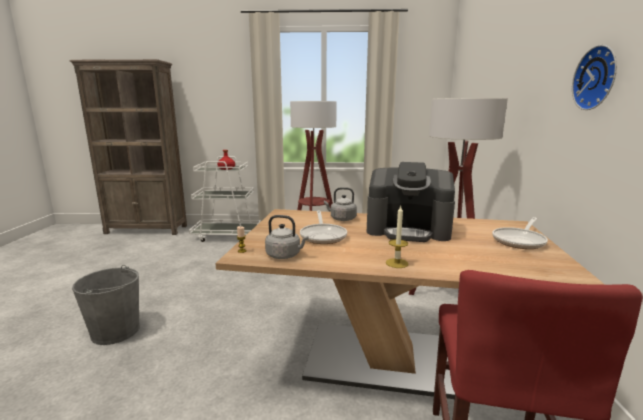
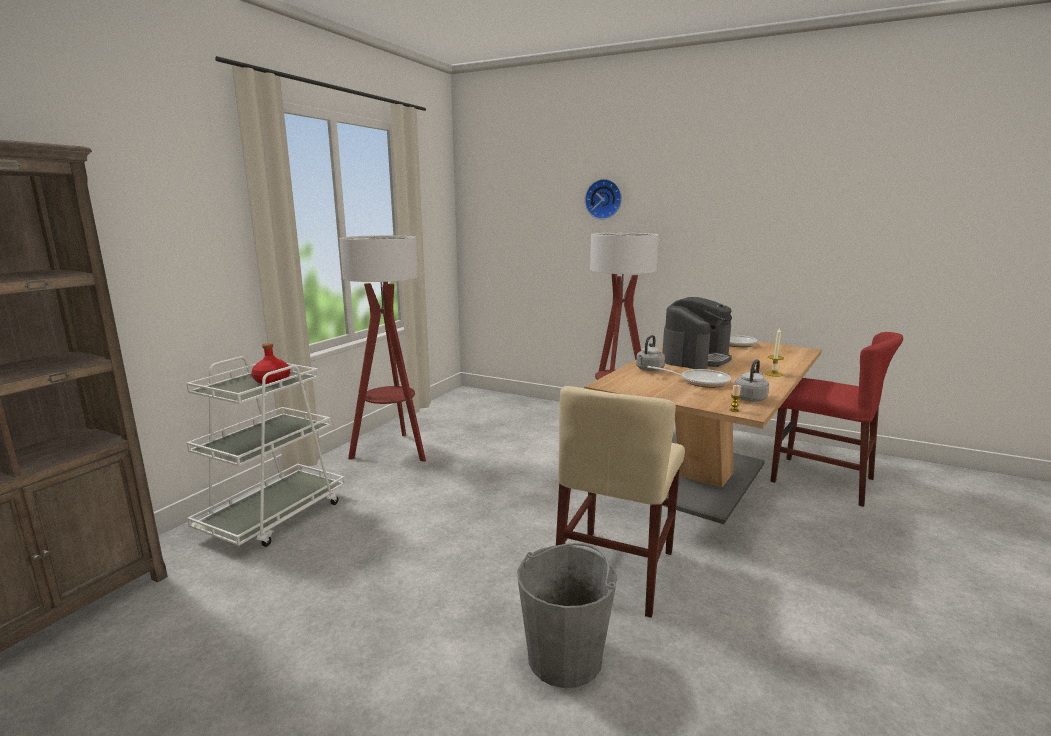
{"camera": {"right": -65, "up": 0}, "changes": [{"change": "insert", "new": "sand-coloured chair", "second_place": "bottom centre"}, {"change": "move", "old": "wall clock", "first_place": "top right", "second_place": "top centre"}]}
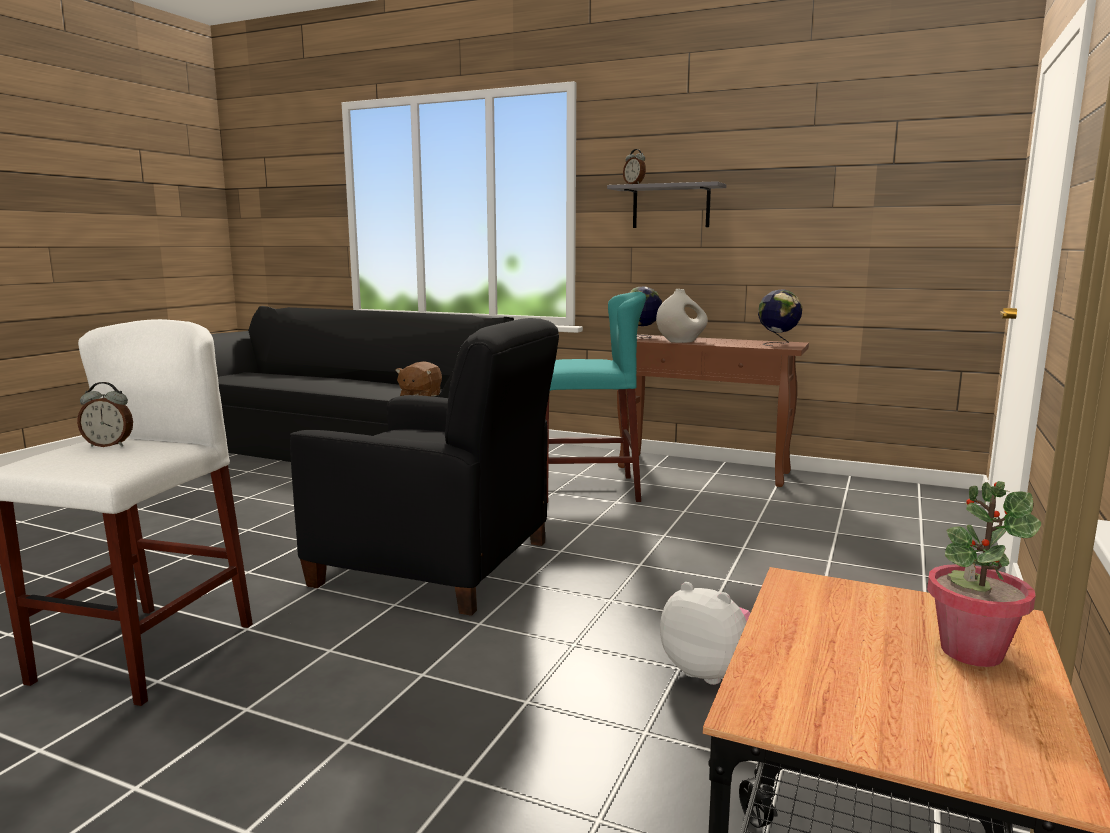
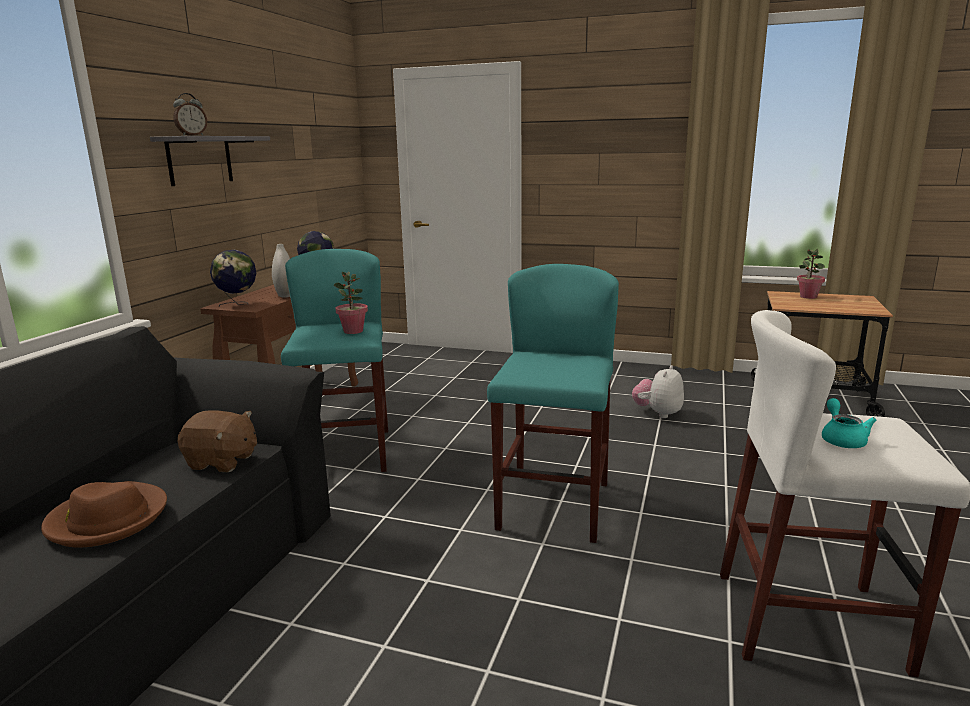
{"camera": {"right": -95, "up": 5}, "changes": [{"change": "insert", "new": "brown wearable hat", "second_place": "bottom left"}, {"change": "insert", "new": "potted plant (1st from left)", "second_place": "centre"}, {"change": "replace", "old": "table clock (1st from left)", "new": "turquoise tea pot", "first_place": "middle left", "second_place": "middle right"}, {"change": "replace", "old": "black armchair", "new": "turquoise stool (2nd from left)", "first_place": "centre", "second_place": "centre"}]}
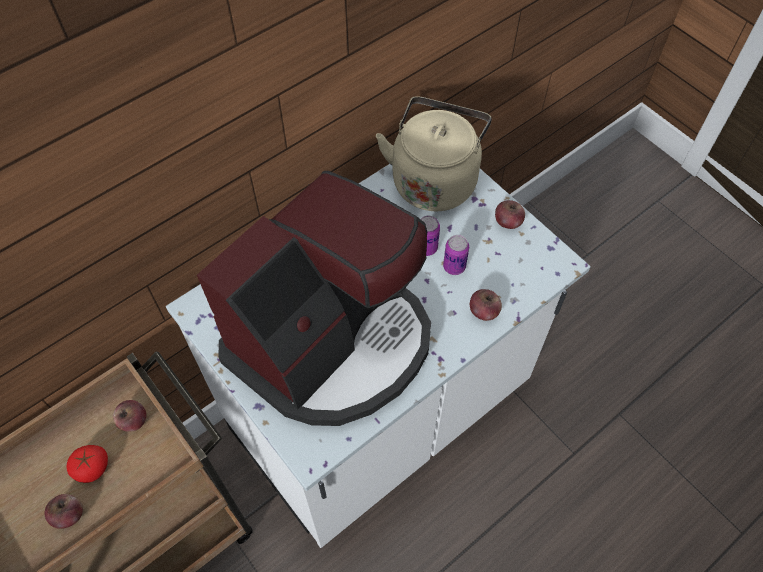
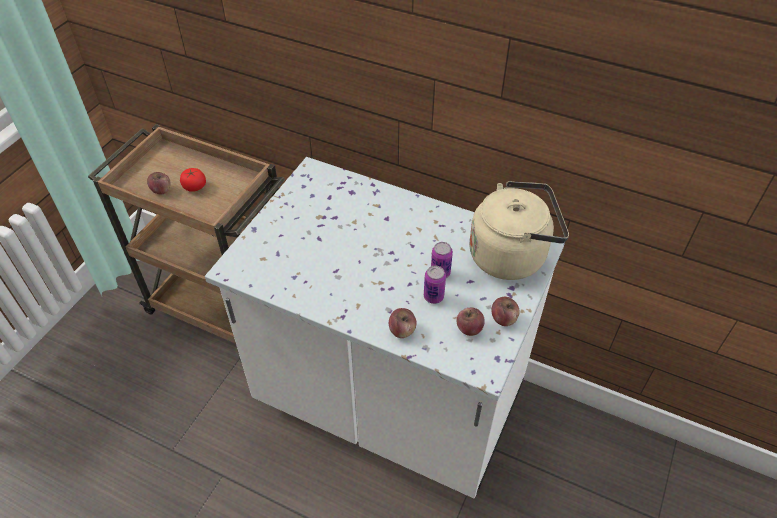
{"camera": {"right": 65, "up": -10}, "changes": [{"change": "delete", "old": "coffee maker", "first_place": "centre"}, {"change": "move", "old": "whole apple (2nd from left in the first image)", "new": "whole apple (3rd from left)", "first_place": "bottom left", "second_place": "centre"}]}
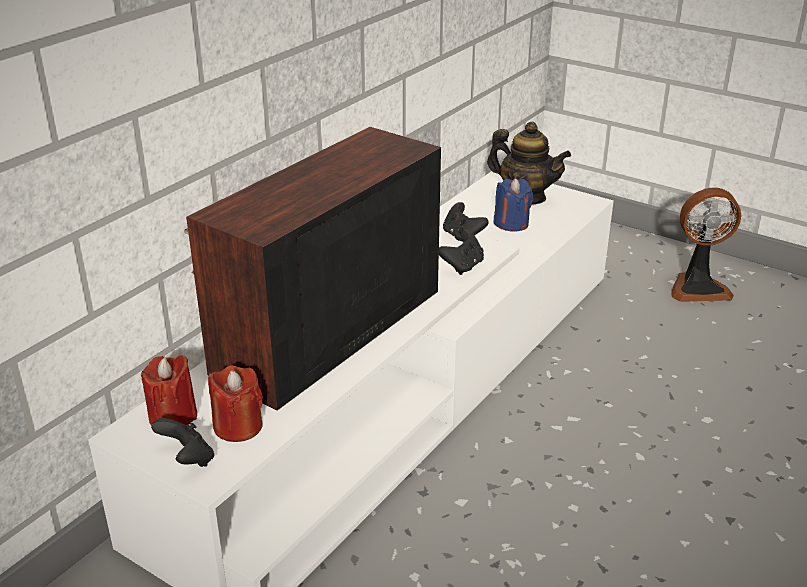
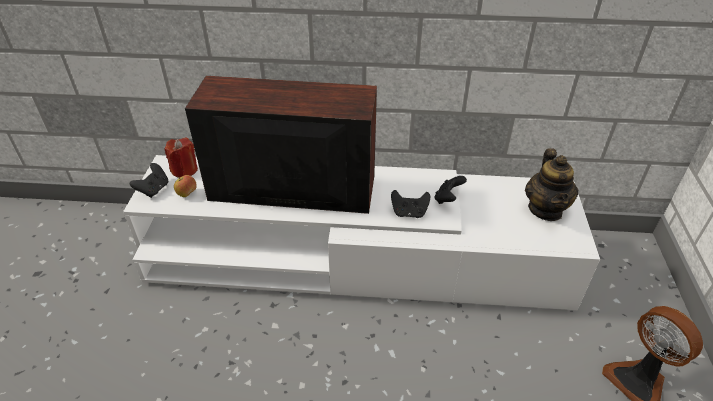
{"camera": {"right": 60, "up": 10}, "changes": [{"change": "delete", "old": "bluish wax light", "first_place": "centre"}, {"change": "replace", "old": "red wax light (2nd from left)", "new": "whole apple", "first_place": "bottom left", "second_place": "middle left"}]}
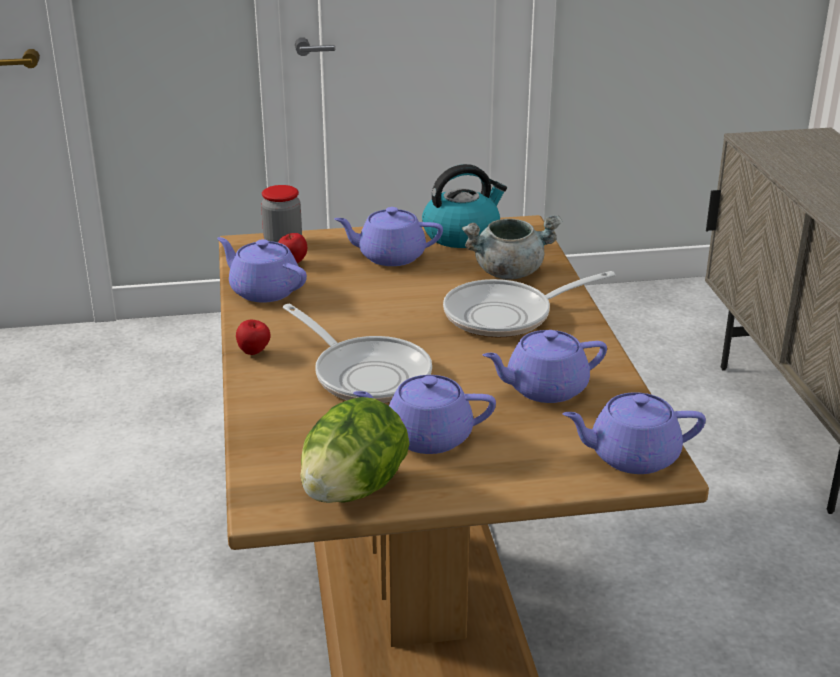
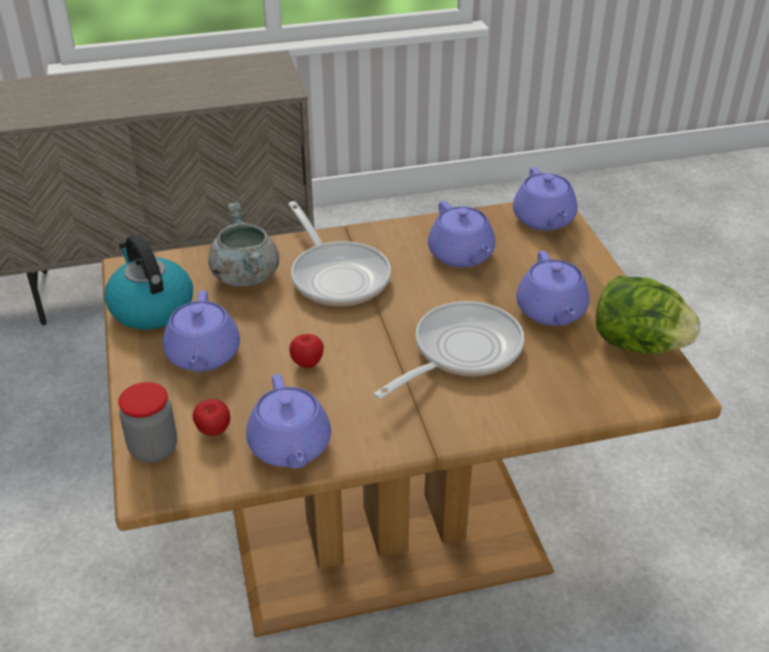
{"camera": {"right": -95, "up": 10}, "changes": [{"change": "move", "old": "whole apple (1st from left in the first image)", "new": "whole apple (2nd from left)", "first_place": "middle left", "second_place": "centre"}, {"change": "rotate", "old": "purplish tea pot (1st from left in the first image)", "first_place": "middle left", "second_place": "centre", "degrees": -45}]}
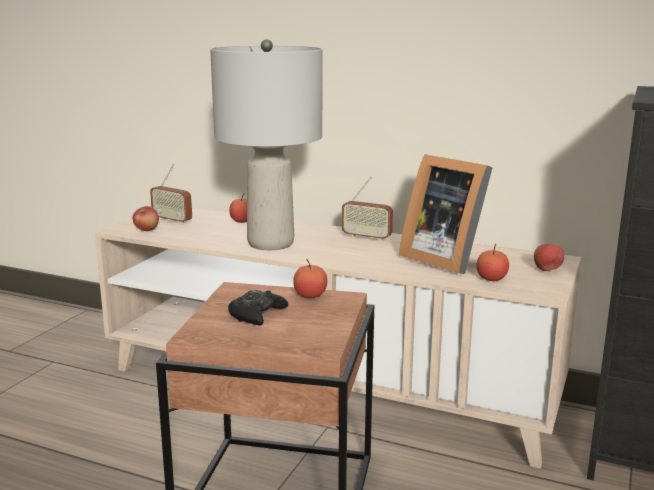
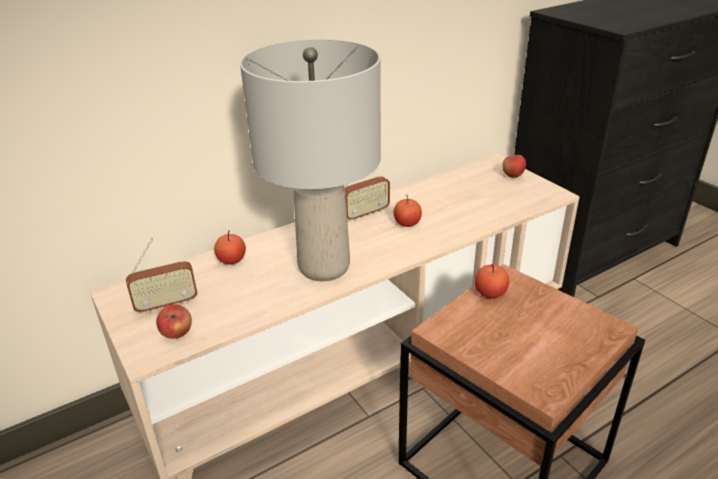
{"camera": {"right": -55, "up": 15}, "changes": [{"change": "delete", "old": "black gamepad", "first_place": "centre"}, {"change": "delete", "old": "picture frame", "first_place": "middle right"}, {"change": "move", "old": "whole apple (4th from left in the first image)", "new": "whole apple (3rd from left)", "first_place": "middle right", "second_place": "centre"}]}
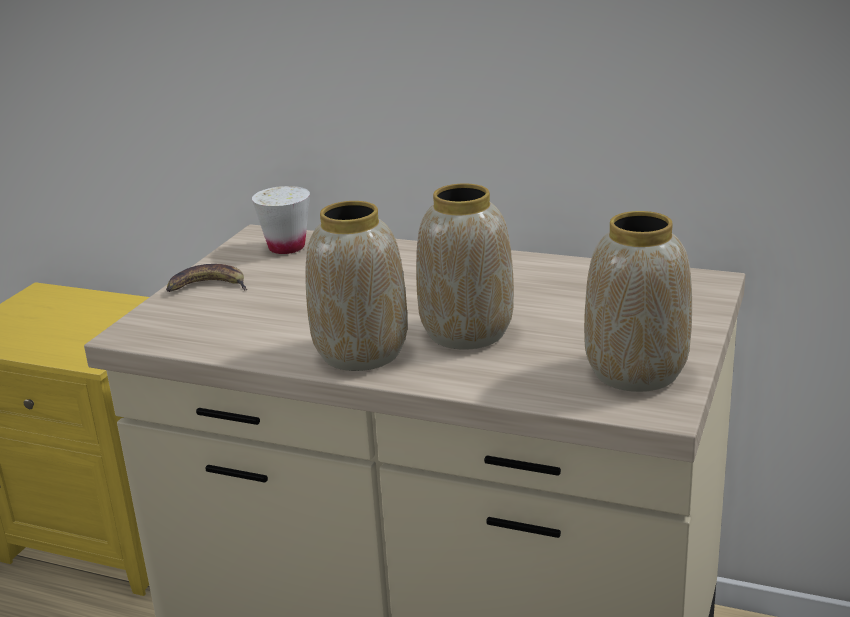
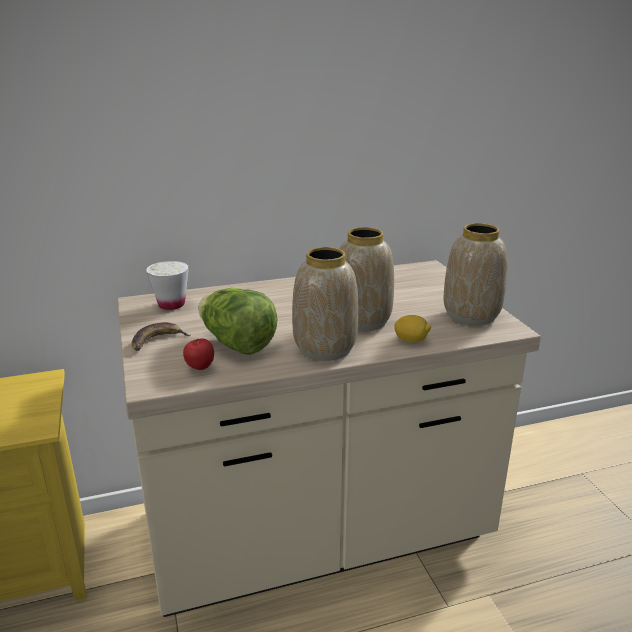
{"camera": {"right": -40, "up": 0}, "changes": [{"change": "insert", "new": "whole apple", "second_place": "middle left"}, {"change": "insert", "new": "head of lettuce", "second_place": "centre"}, {"change": "insert", "new": "citrus fruit", "second_place": "centre"}]}
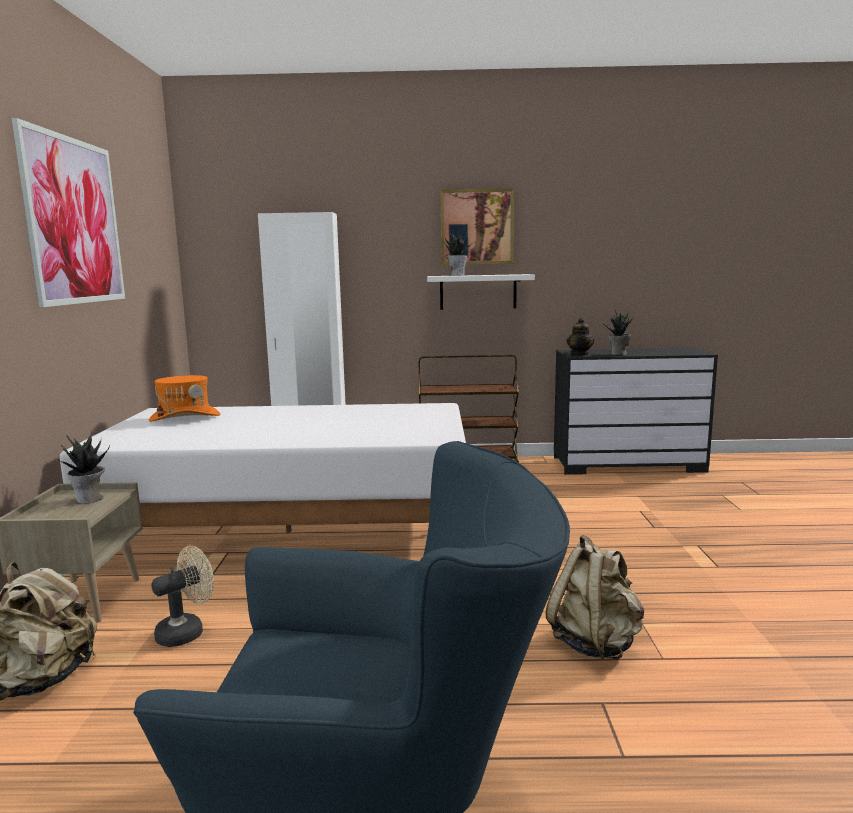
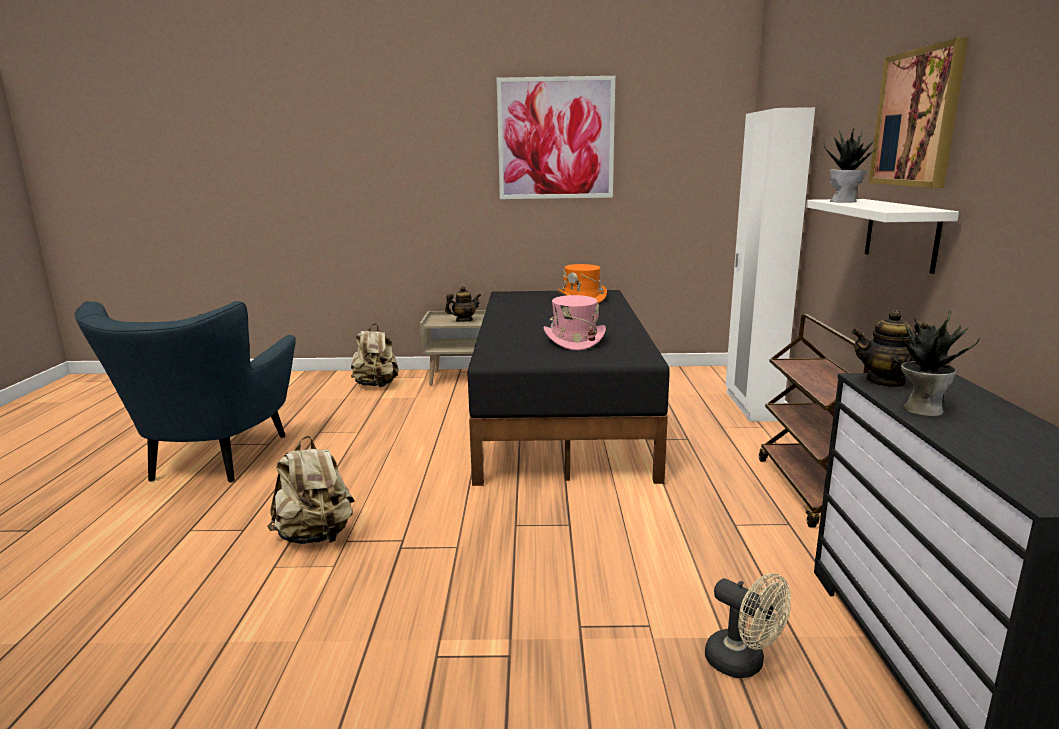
{"camera": {"right": 90, "up": 5}, "changes": [{"change": "insert", "new": "pink-coloured wearable hat", "second_place": "centre"}, {"change": "move", "old": "sand-coloured cooling fan", "first_place": "bottom left", "second_place": "bottom right"}, {"change": "replace", "old": "potted plant (1st from left)", "new": "tea pot (1st from left)", "first_place": "middle left", "second_place": "centre"}, {"change": "recolor", "old": "white-coloured bed", "new": "black bed", "first_place": "middle left", "second_place": "centre"}]}
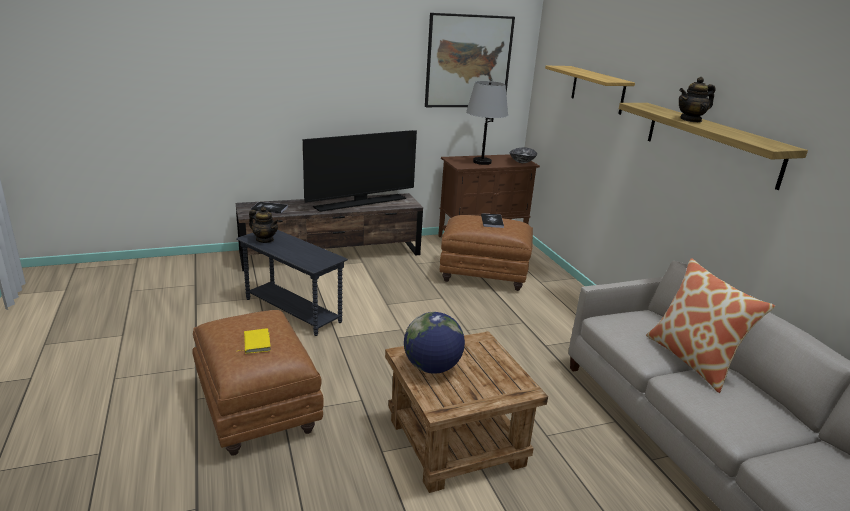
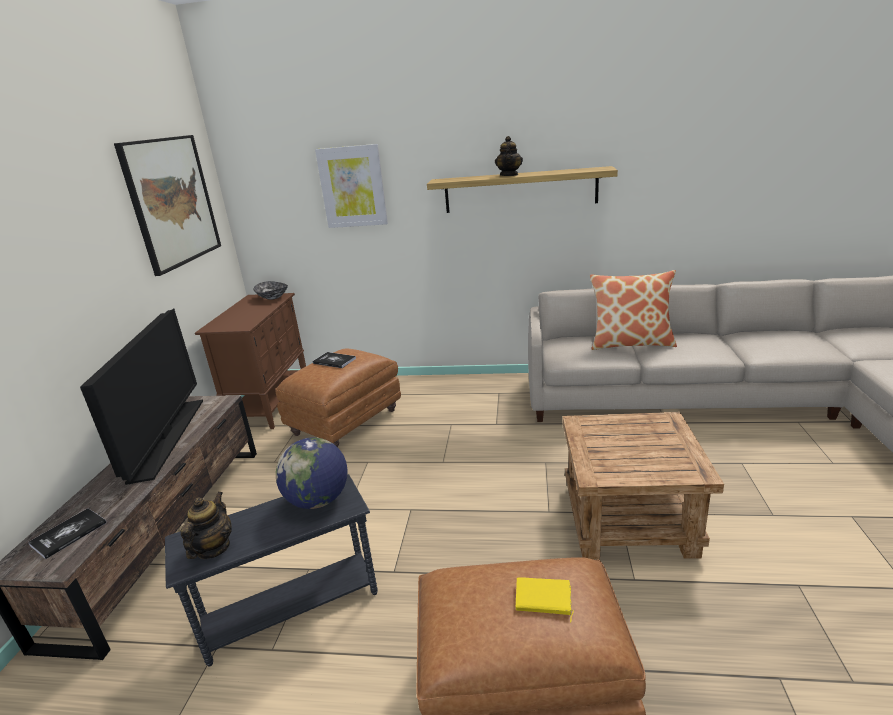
{"camera": {"right": -60, "up": 0}, "changes": [{"change": "delete", "old": "greyish tabletop lamp", "first_place": "top centre"}, {"change": "move", "old": "world globe", "first_place": "bottom centre", "second_place": "centre"}, {"change": "replace", "old": "shelf (1st from left)", "new": "wall picture (2nd from left)", "first_place": "top right", "second_place": "top centre"}, {"change": "rotate", "old": "tea pot (1st from left)", "first_place": "middle left", "second_place": "bottom left", "degrees": -45}]}
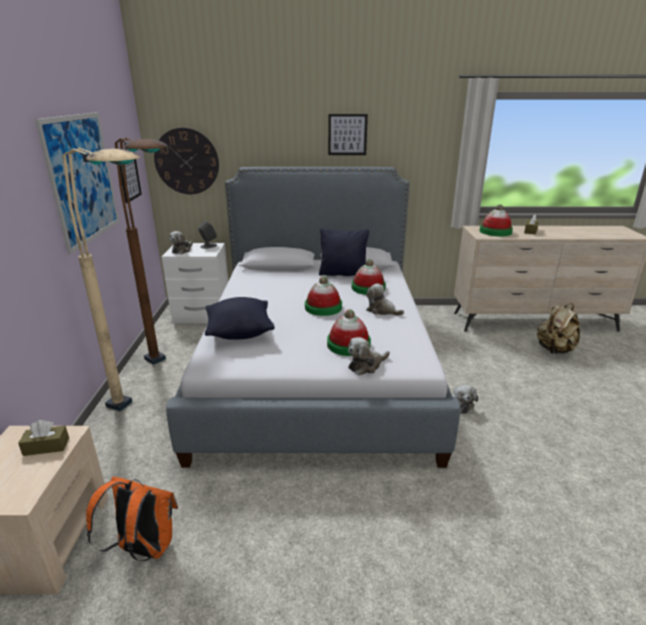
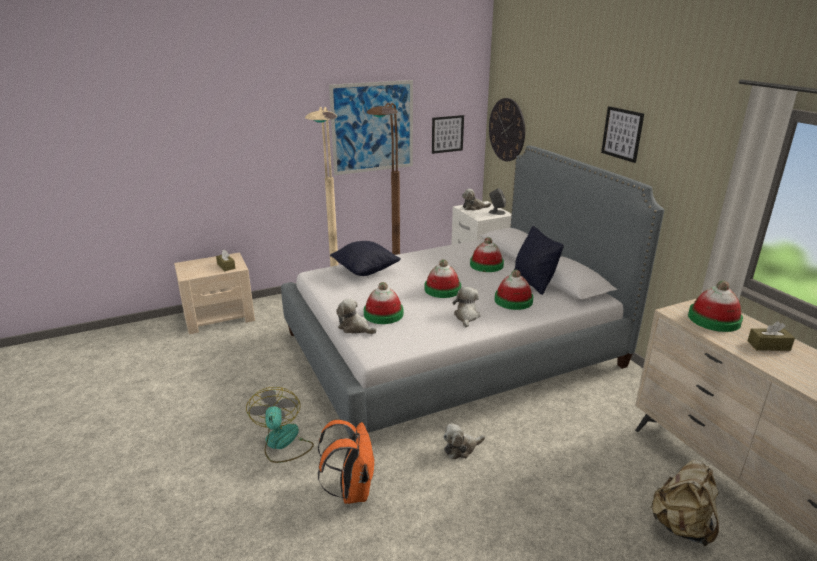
{"camera": {"right": 65, "up": 0}, "changes": [{"change": "insert", "new": "cooling fan", "second_place": "bottom centre"}, {"change": "insert", "new": "wearable hat (3rd from left)", "second_place": "centre"}, {"change": "move", "old": "orange rucksack", "first_place": "bottom left", "second_place": "bottom centre"}]}
